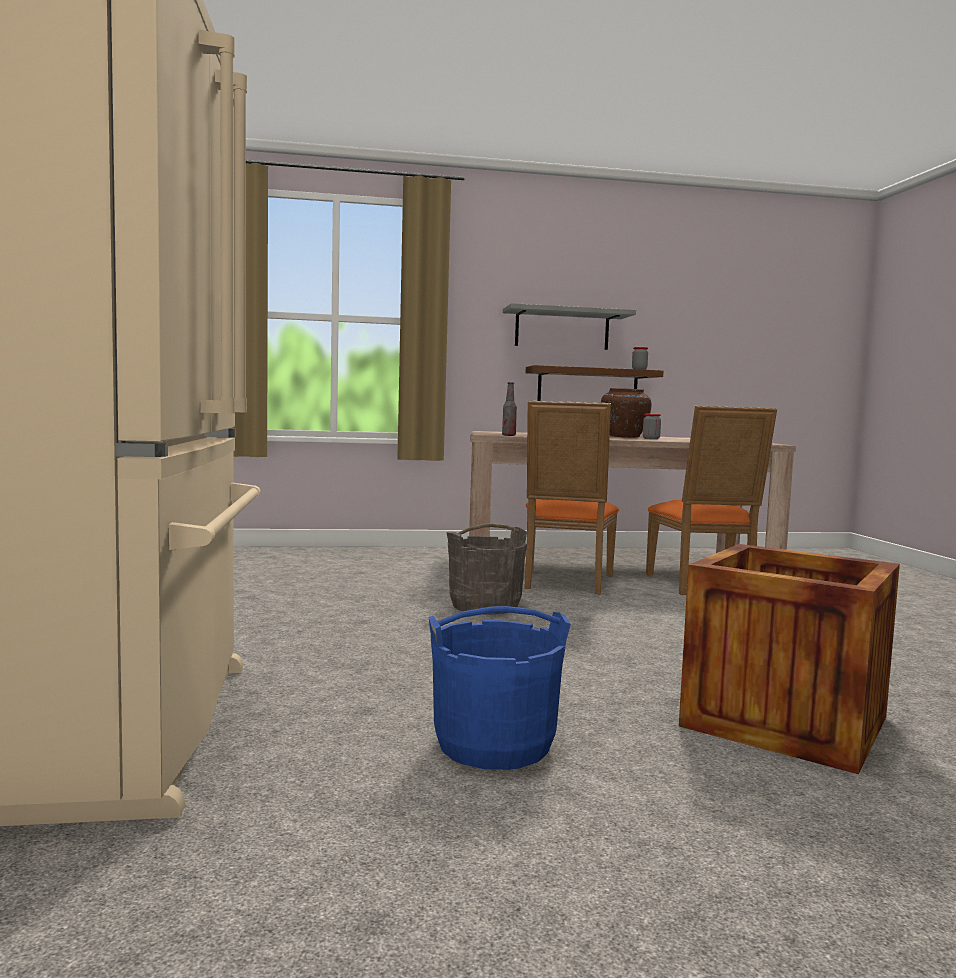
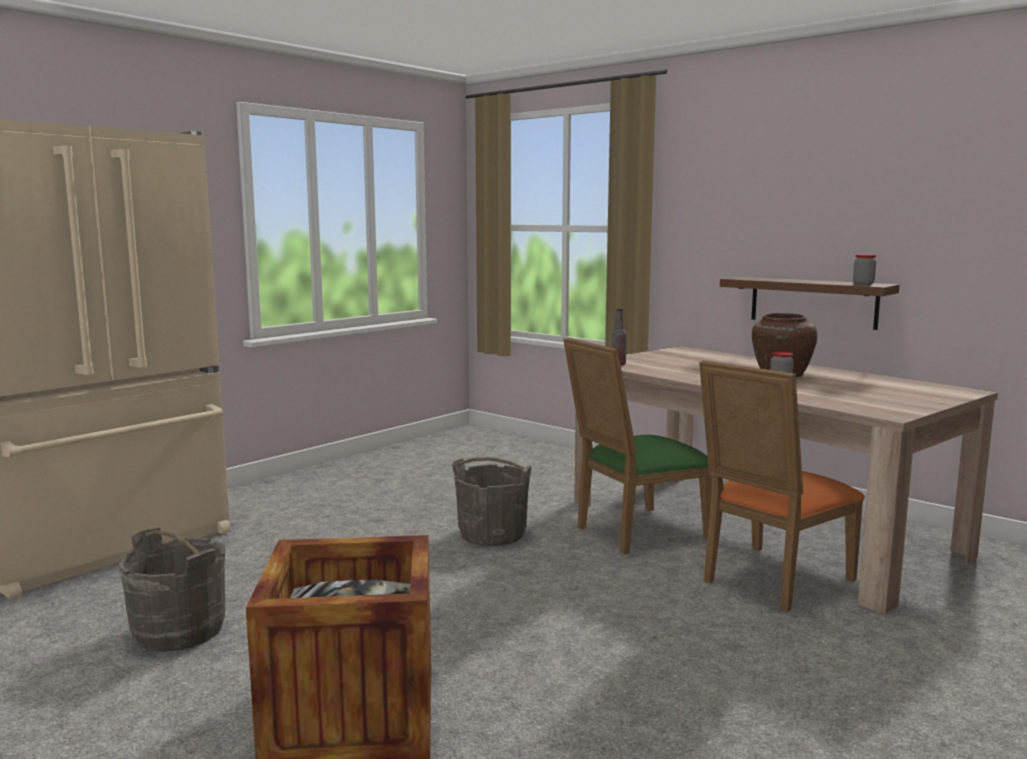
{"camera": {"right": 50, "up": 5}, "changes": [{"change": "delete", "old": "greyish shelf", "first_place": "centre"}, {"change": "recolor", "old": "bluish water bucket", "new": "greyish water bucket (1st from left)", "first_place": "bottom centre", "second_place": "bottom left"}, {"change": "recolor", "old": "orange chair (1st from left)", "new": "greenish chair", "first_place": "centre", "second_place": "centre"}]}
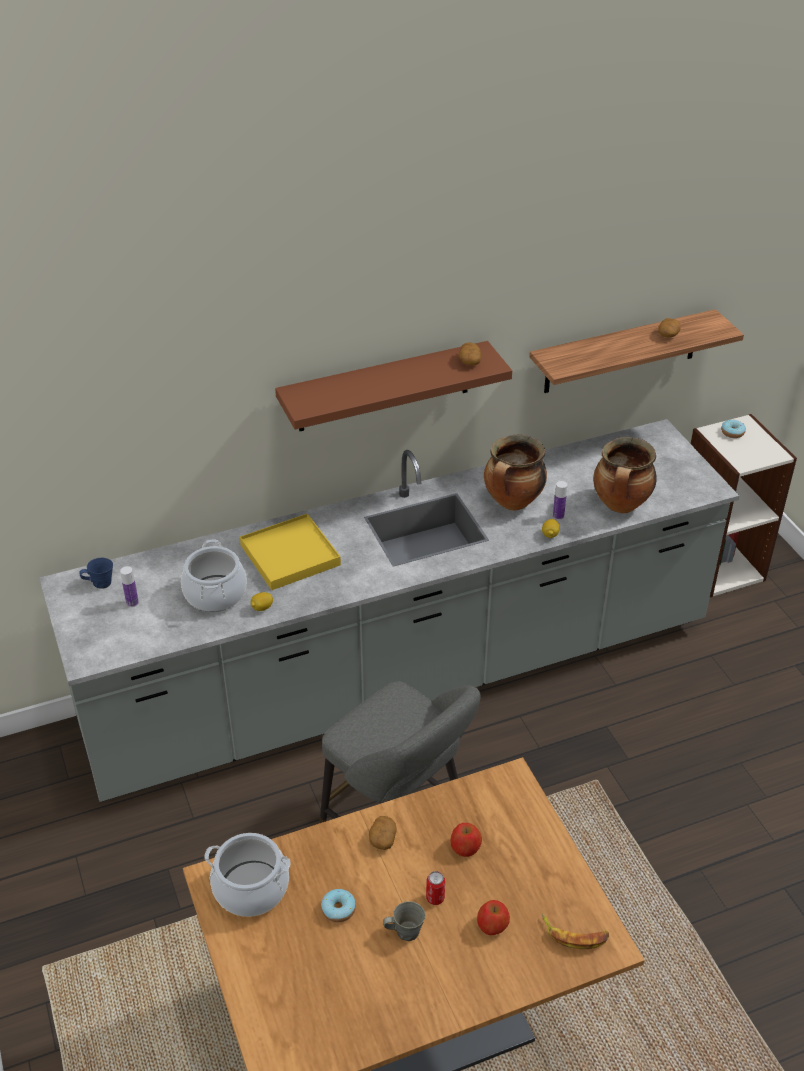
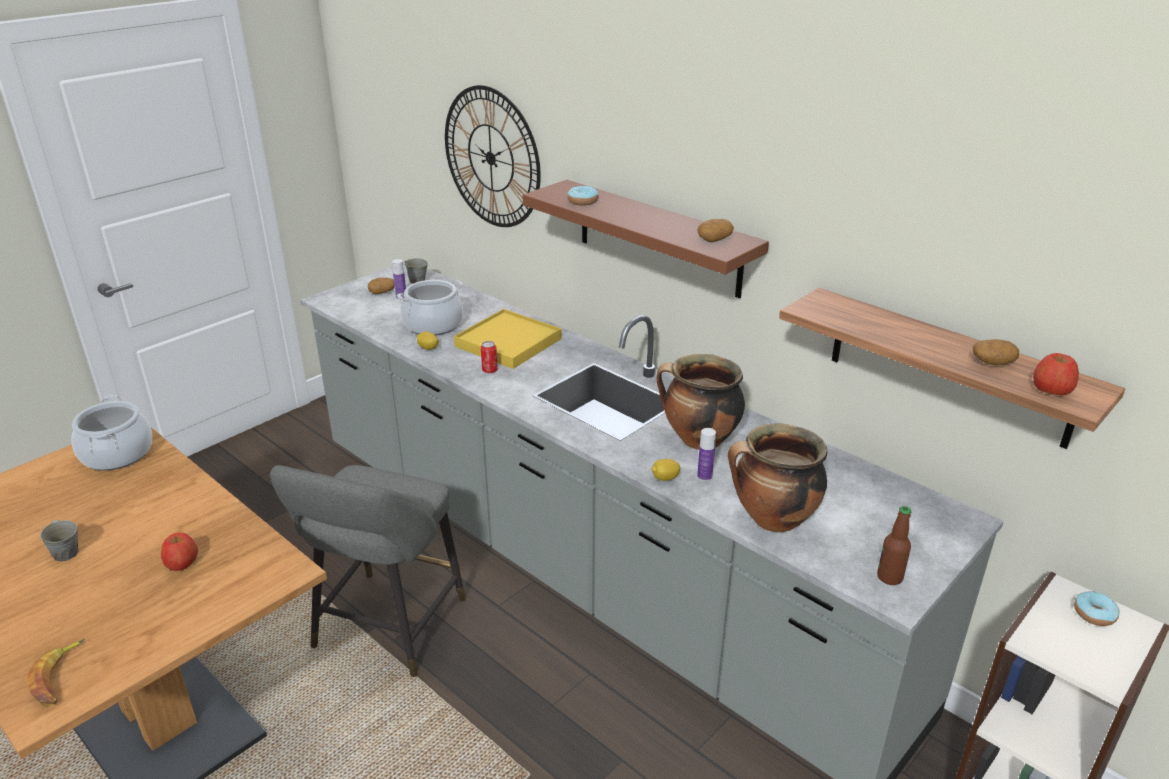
{"camera": {"right": 65, "up": -10}, "changes": [{"change": "insert", "new": "wall clock", "second_place": "top centre"}, {"change": "insert", "new": "drink bottle (3rd from left)", "second_place": "bottom right"}, {"change": "move", "old": "donut (1st from left)", "first_place": "bottom centre", "second_place": "top centre"}, {"change": "move", "old": "potato (1st from left)", "first_place": "bottom centre", "second_place": "middle left"}, {"change": "move", "old": "metal can", "first_place": "bottom centre", "second_place": "centre"}, {"change": "move", "old": "whole apple (2nd from left)", "first_place": "bottom centre", "second_place": "middle right"}, {"change": "recolor", "old": "bluish tea mug", "new": "greyish tea mug (2nd from left)", "first_place": "middle left", "second_place": "centre"}]}
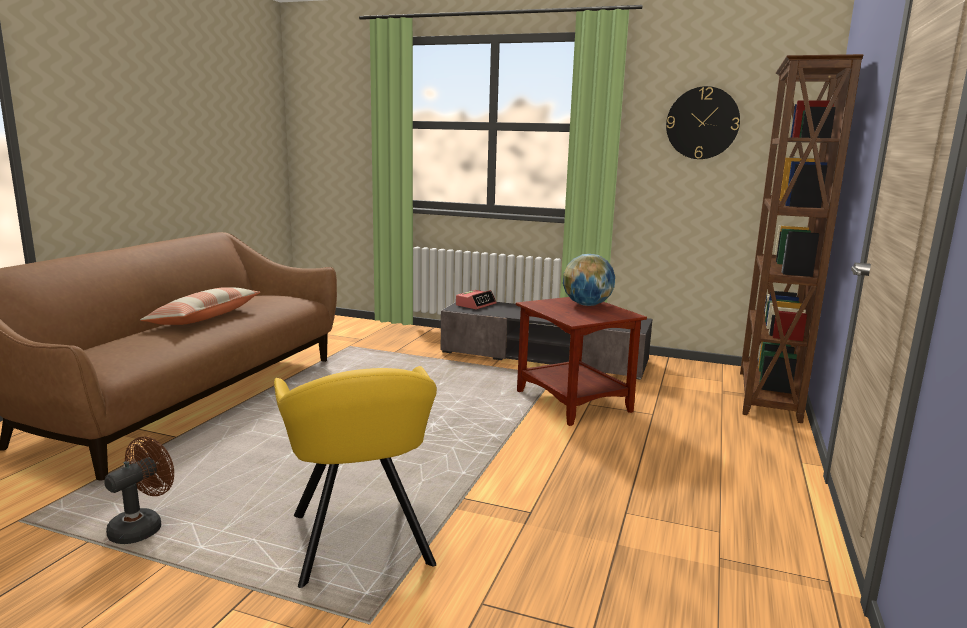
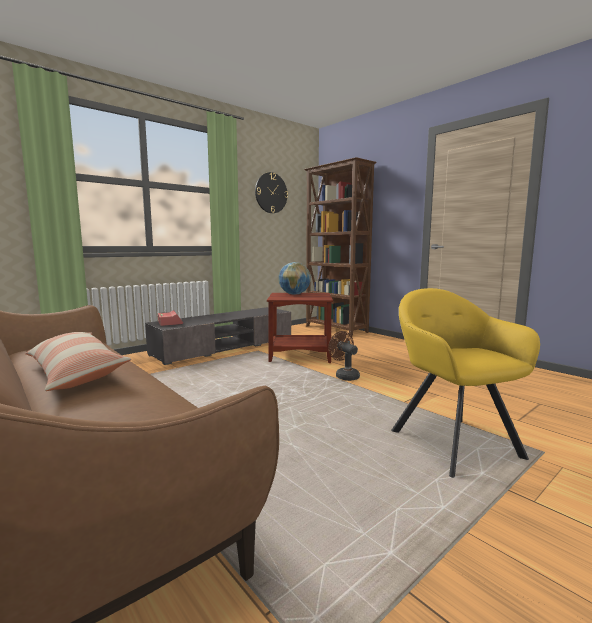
{"camera": {"right": -60, "up": -5}, "changes": [{"change": "move", "old": "brown cooling fan", "first_place": "bottom left", "second_place": "centre"}, {"change": "rotate", "old": "yellow armchair", "first_place": "bottom centre", "second_place": "middle right", "degrees": -120}]}
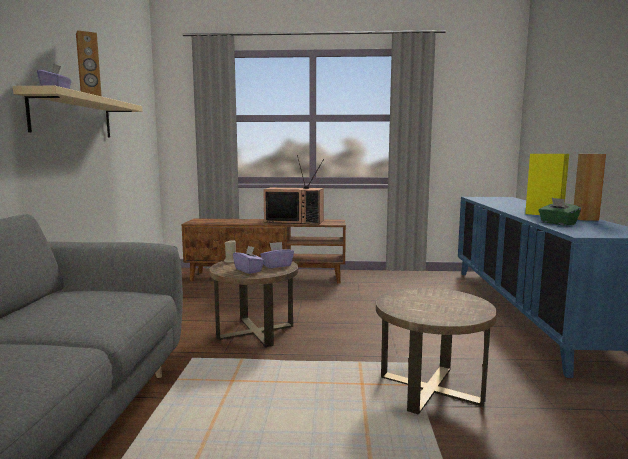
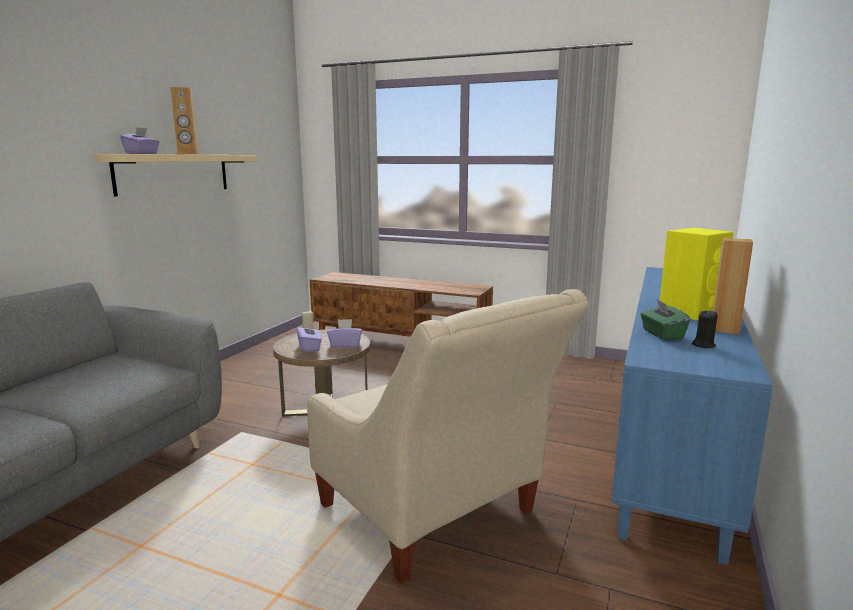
{"camera": {"right": 20, "up": 5}, "changes": [{"change": "delete", "old": "TV", "first_place": "centre"}, {"change": "insert", "new": "black wax light", "second_place": "middle right"}, {"change": "replace", "old": "brown accent table (2nd from left)", "new": "sand-coloured armchair", "first_place": "bottom right", "second_place": "bottom centre"}]}
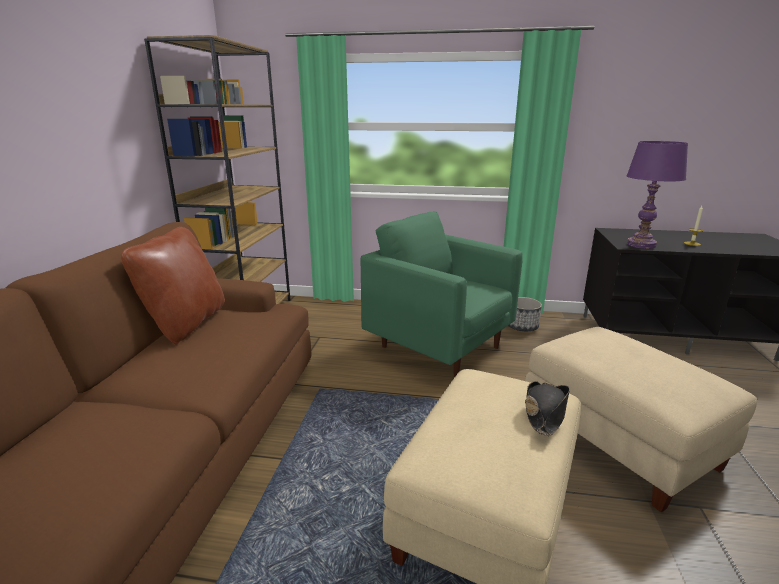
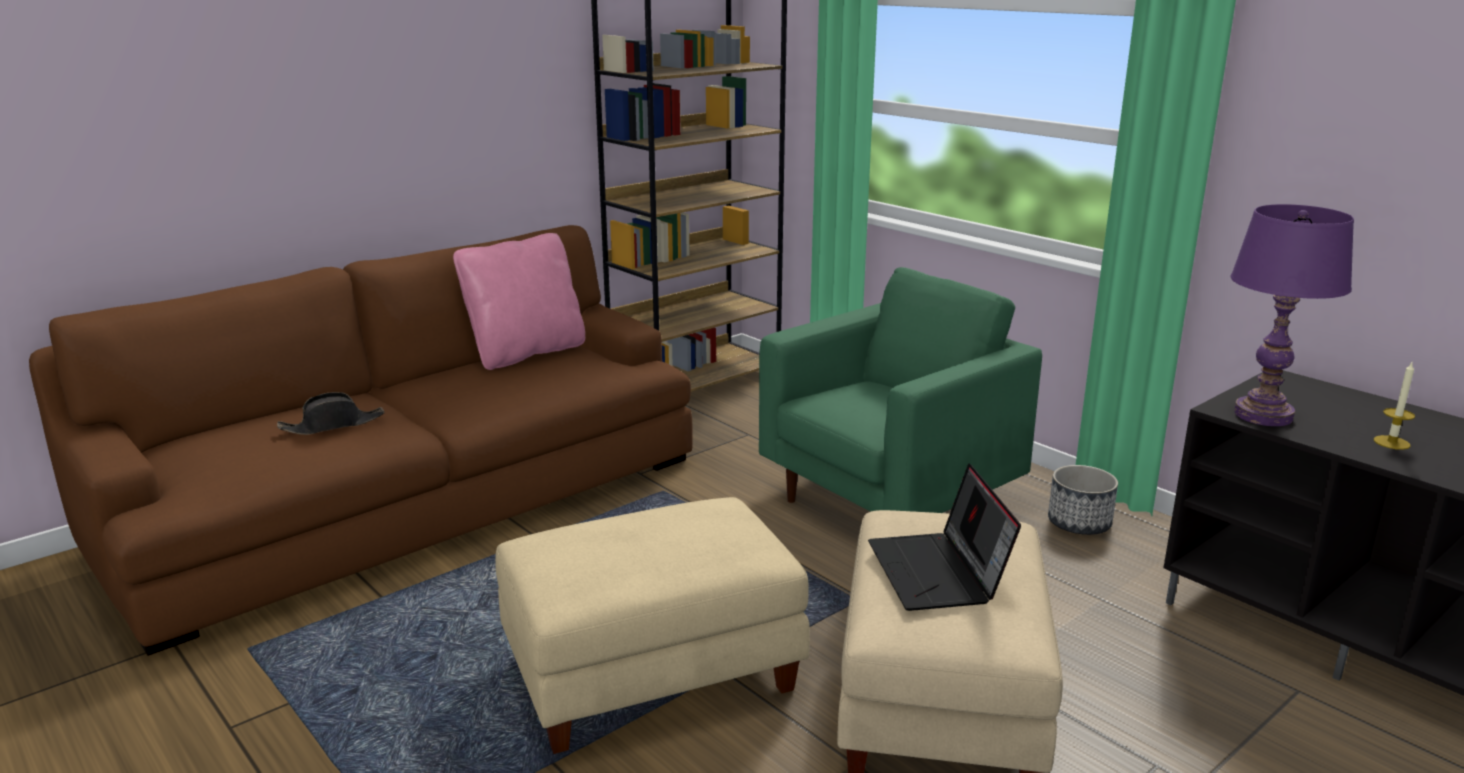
{"camera": {"right": 40, "up": 0}, "changes": [{"change": "insert", "new": "portable computer", "second_place": "bottom centre"}, {"change": "move", "old": "black wearable hat", "first_place": "bottom right", "second_place": "middle left"}, {"change": "recolor", "old": "brown pillow", "new": "pink-coloured pillow", "first_place": "middle left", "second_place": "centre"}, {"change": "rotate", "old": "greenish armchair", "first_place": "centre", "second_place": "centre", "degrees": 60}]}
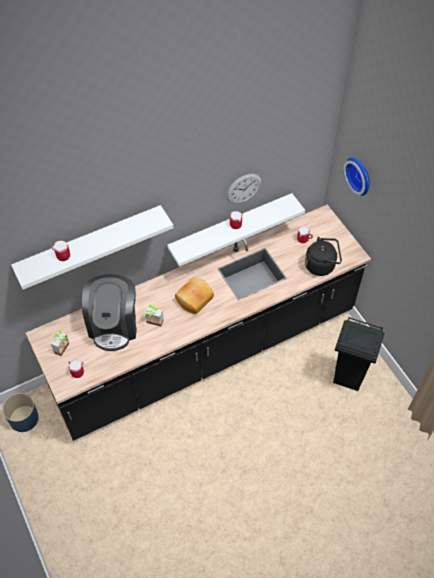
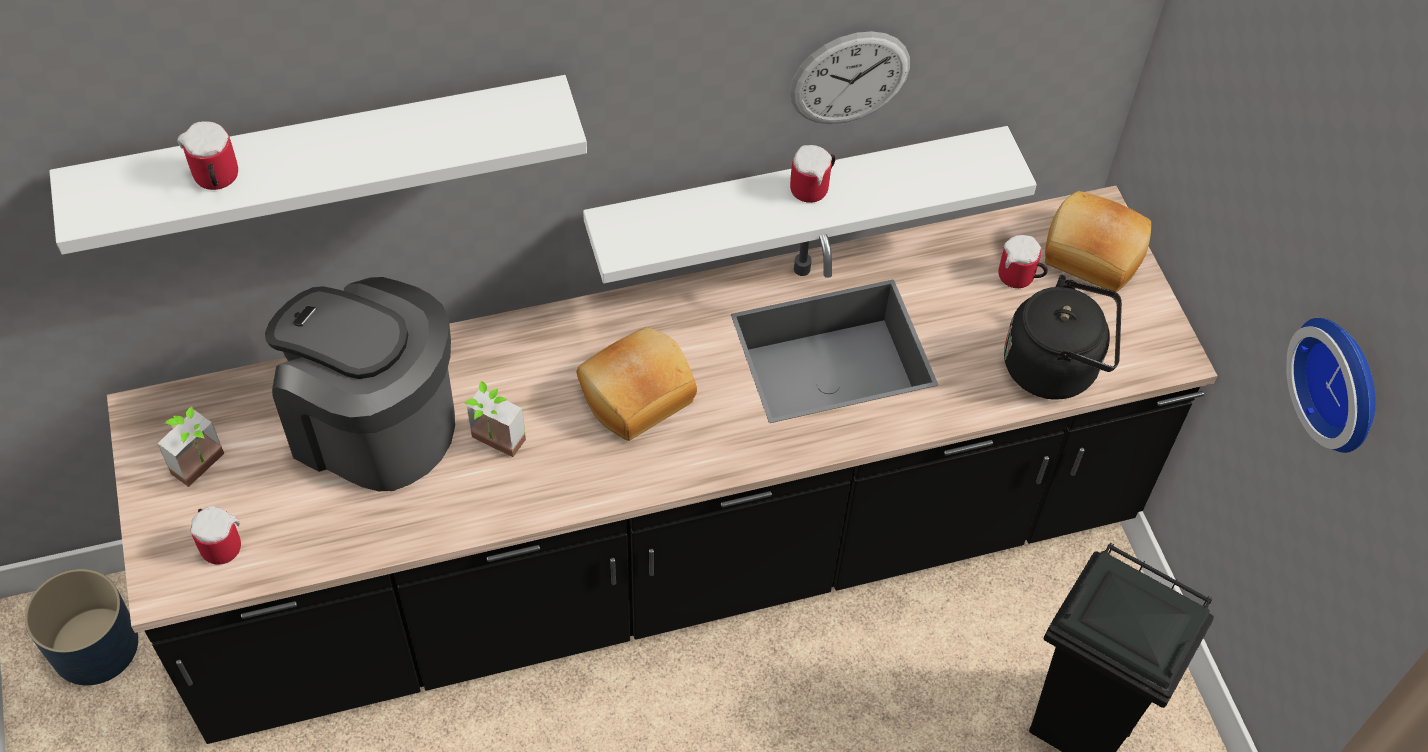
{"camera": {"right": 10, "up": 0}, "changes": [{"change": "insert", "new": "bread (2nd from left)", "second_place": "top right"}, {"change": "move", "old": "wall clock (2nd from left)", "first_place": "top right", "second_place": "middle right"}, {"change": "rotate", "old": "coffee maker", "first_place": "middle left", "second_place": "middle left", "degrees": 105}]}
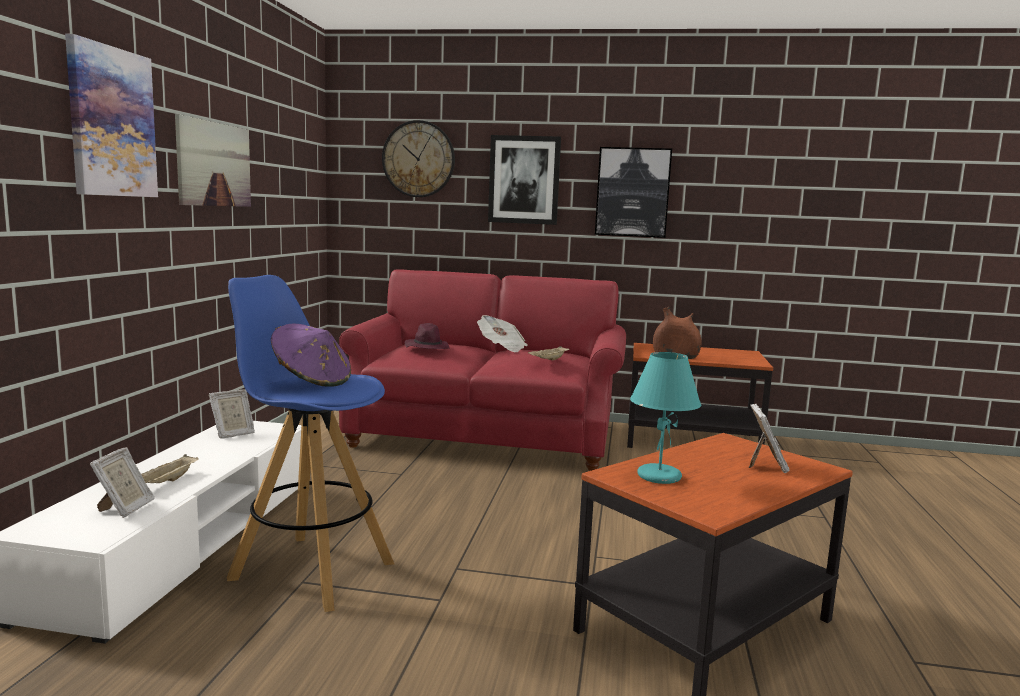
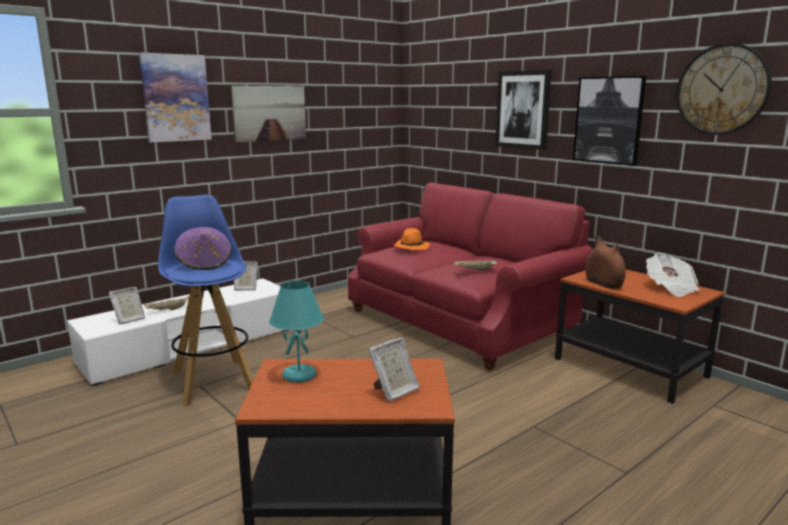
{"camera": {"right": 40, "up": 5}, "changes": [{"change": "move", "old": "wall clock", "first_place": "top centre", "second_place": "top right"}, {"change": "move", "old": "newspaper", "first_place": "centre", "second_place": "middle right"}, {"change": "recolor", "old": "purplish wearable hat (2nd from left)", "new": "orange wearable hat", "first_place": "centre", "second_place": "centre"}]}
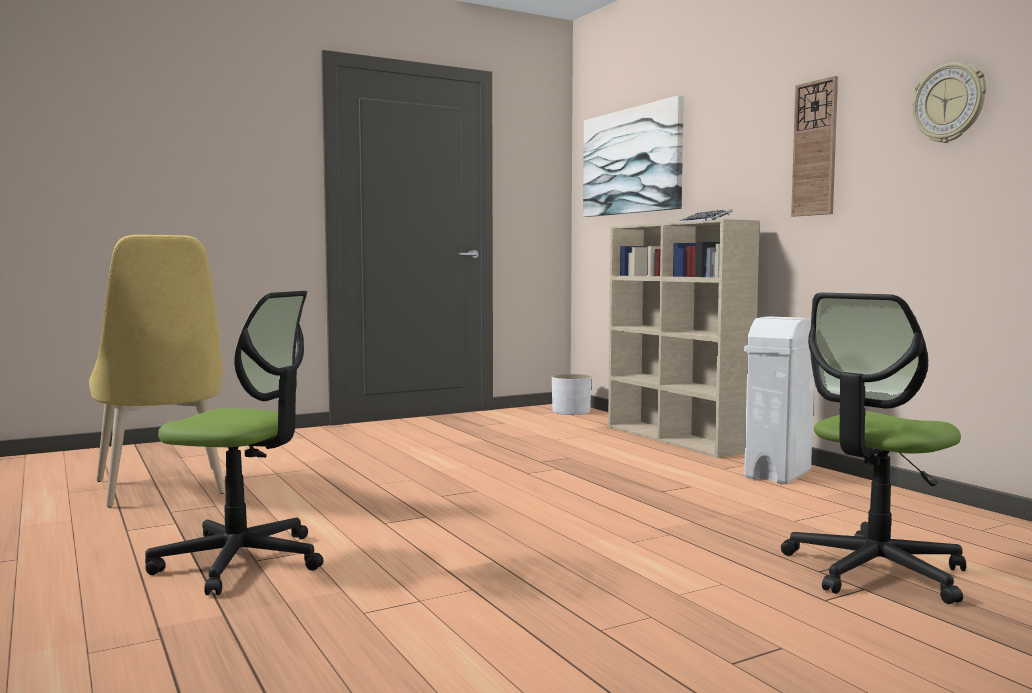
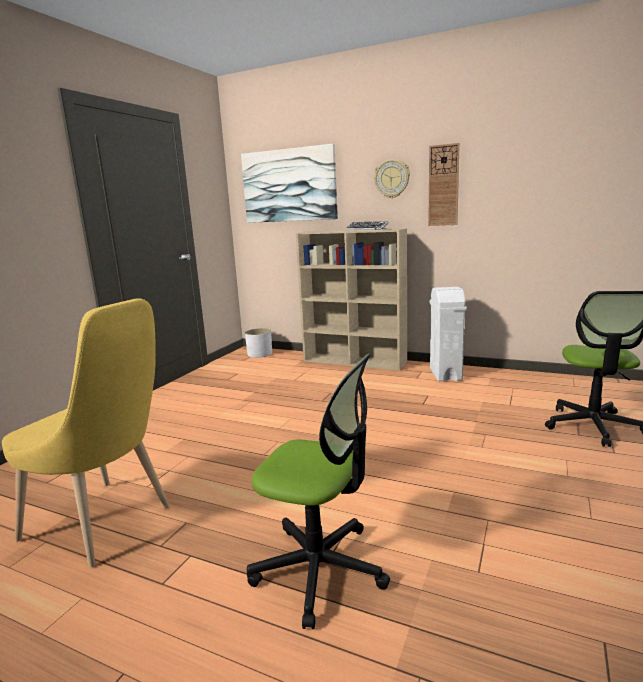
{"camera": {"right": -35, "up": 10}, "changes": [{"change": "move", "old": "wall clock (2nd from left in the first image)", "new": "wall clock (1st from left)", "first_place": "top right", "second_place": "top centre"}, {"change": "rotate", "old": "desk chair (1st from left)", "first_place": "middle left", "second_place": "bottom centre", "degrees": 45}]}
